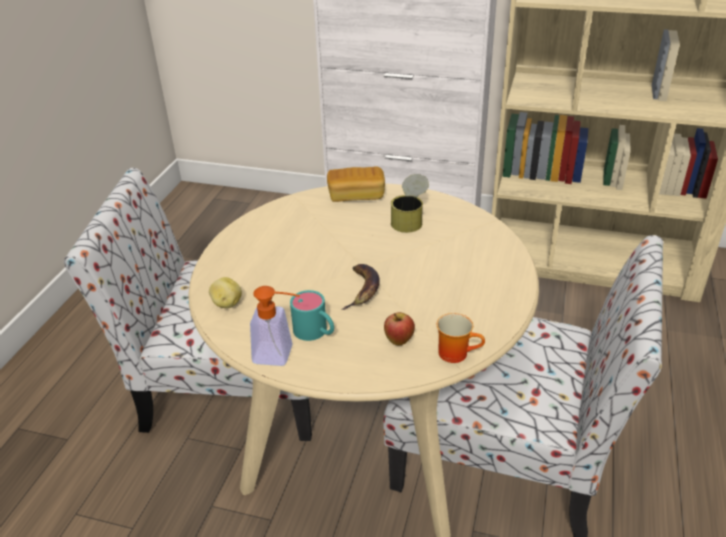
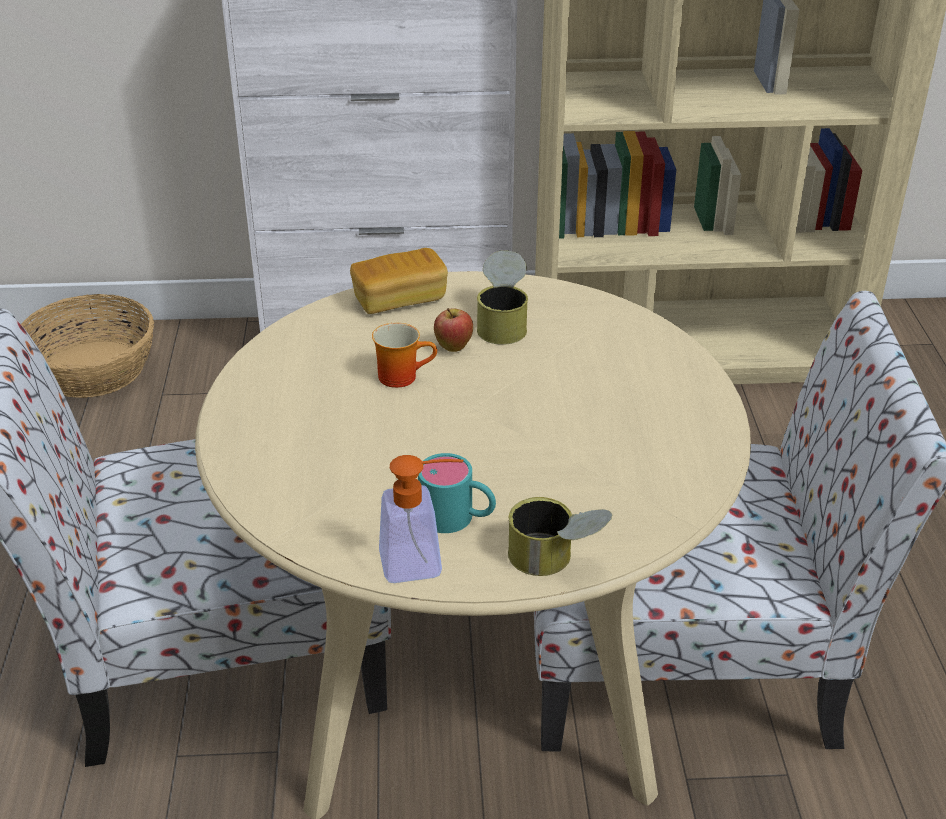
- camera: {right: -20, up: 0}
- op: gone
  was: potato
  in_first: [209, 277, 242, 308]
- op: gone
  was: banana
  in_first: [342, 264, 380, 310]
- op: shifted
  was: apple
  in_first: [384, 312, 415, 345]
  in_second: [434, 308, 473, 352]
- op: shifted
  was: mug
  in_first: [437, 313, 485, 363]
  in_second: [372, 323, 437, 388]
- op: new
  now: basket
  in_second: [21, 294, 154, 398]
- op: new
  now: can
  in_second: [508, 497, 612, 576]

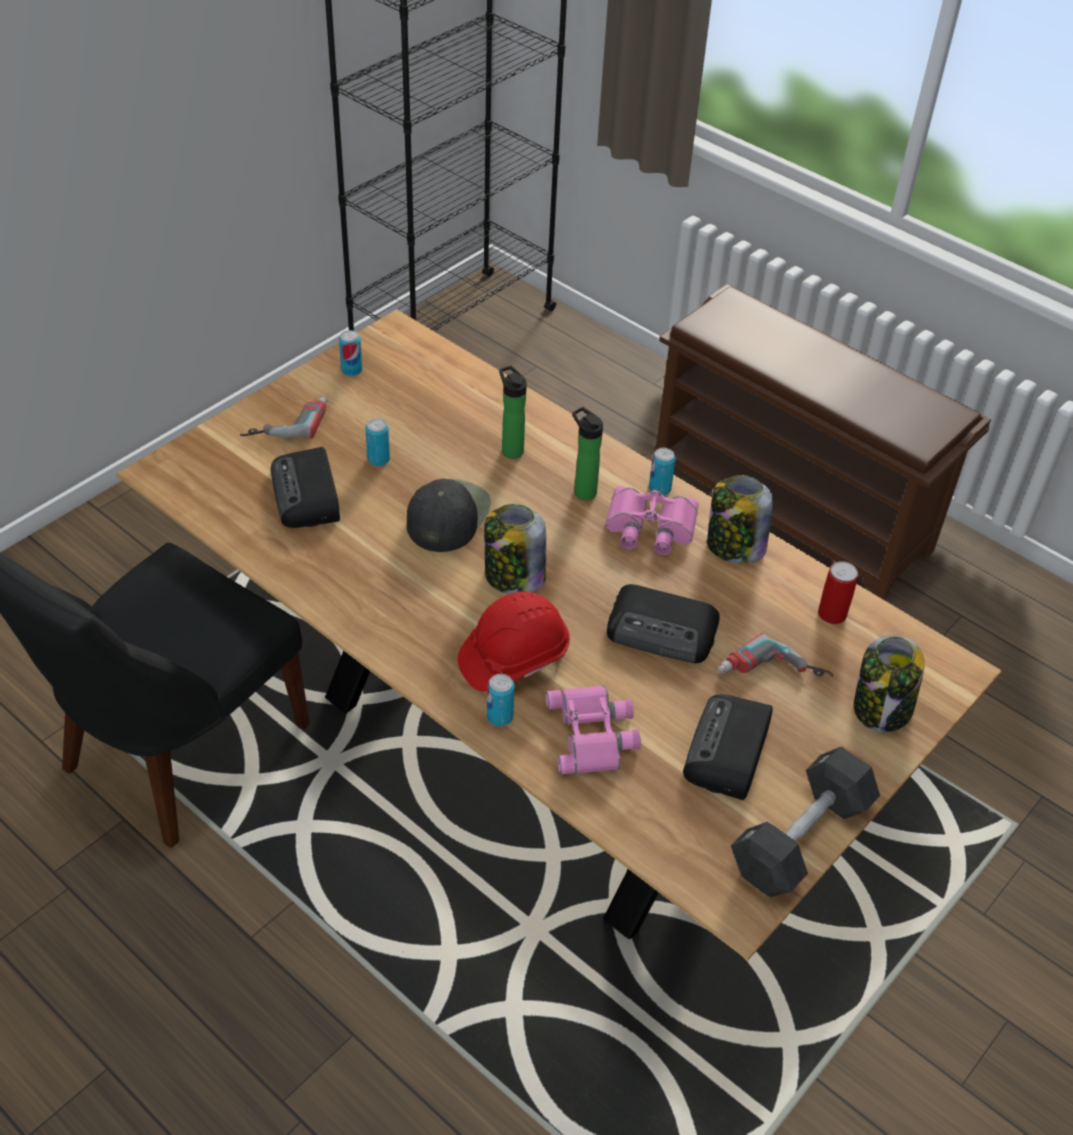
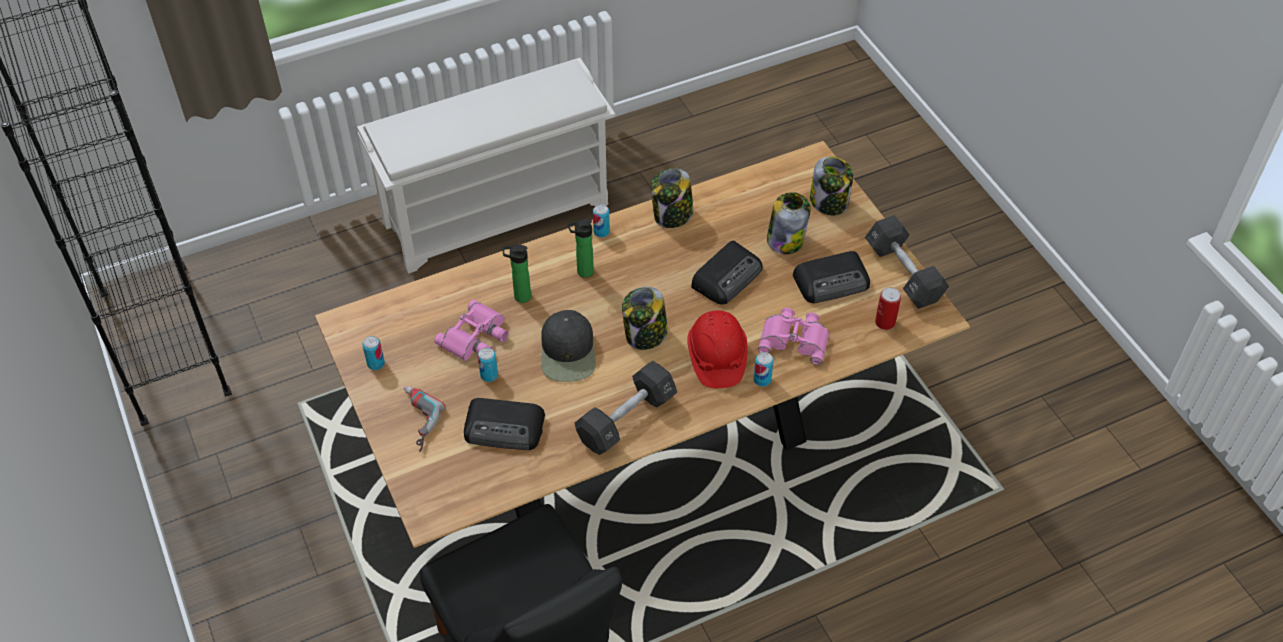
- camera: {right: -65, up: 5}
- op: rotated
  was: black cap
  in_first: [407, 479, 491, 552]
  in_second: [541, 310, 596, 382]
  clockwise: -135
- op: shifted
  was: pink binoculars
  in_first: [605, 486, 699, 555]
  in_second: [434, 299, 509, 361]
- op: repainted
  was: brown shoe rack
  now: white shoe rack
  in_first: [655, 284, 991, 600]
  in_second: [357, 58, 615, 274]
- op: rotated
  was: radio
  in_first: [683, 694, 773, 800]
  in_second: [793, 251, 870, 303]
  clockwise: -60
- op: swapped
  was: power drill
  now: jar
  in_first: [718, 632, 834, 677]
  in_second: [767, 192, 811, 254]
- op: shifted
  was: can
  in_first: [818, 561, 858, 624]
  in_second: [875, 287, 901, 330]
- op: new
  now: black dumbbell
  in_second: [575, 361, 677, 455]

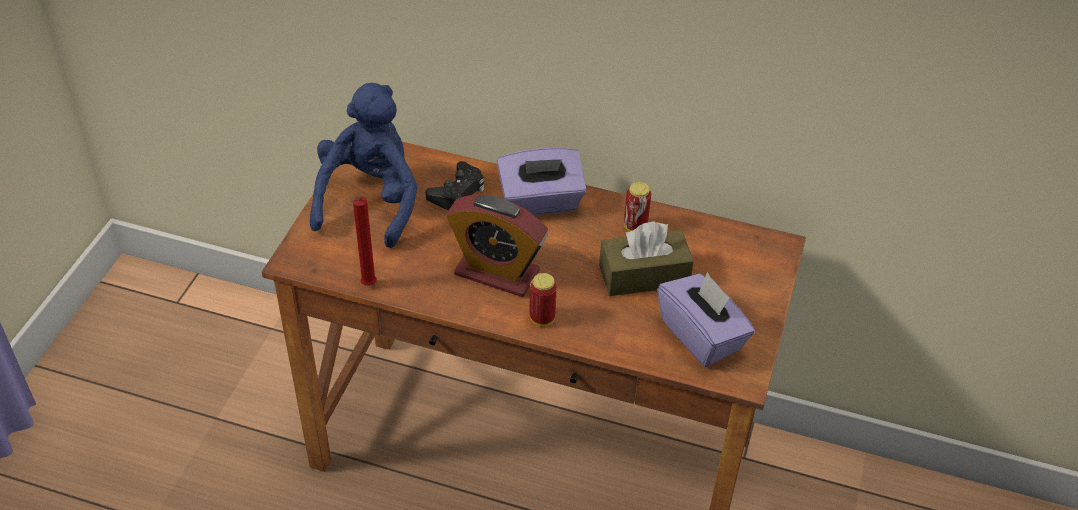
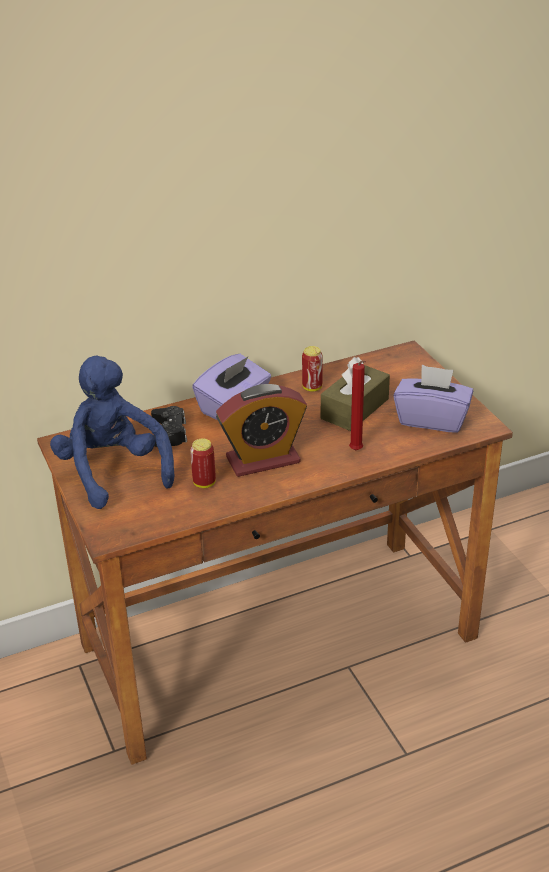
- camera: {right: -40, up: -10}
- op: shifted
  was: red candle
  in_first: [353, 196, 377, 286]
  in_second: [349, 361, 366, 450]
- op: shifted
  was: can
  in_first: [529, 273, 557, 326]
  in_second: [190, 439, 216, 488]

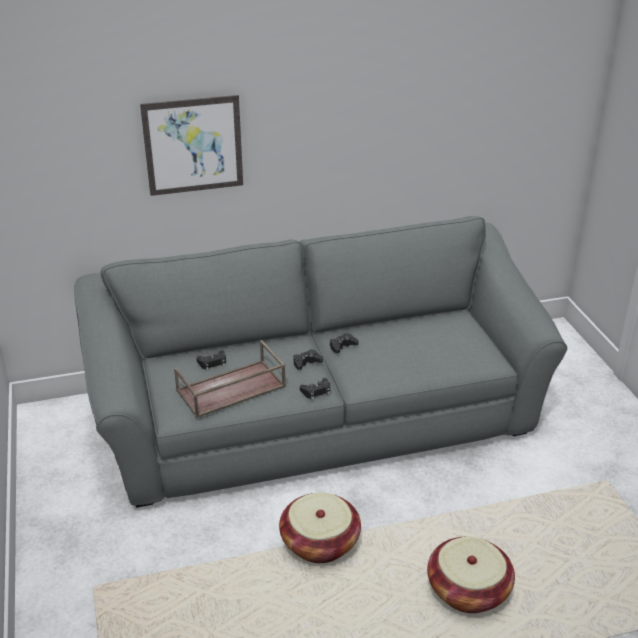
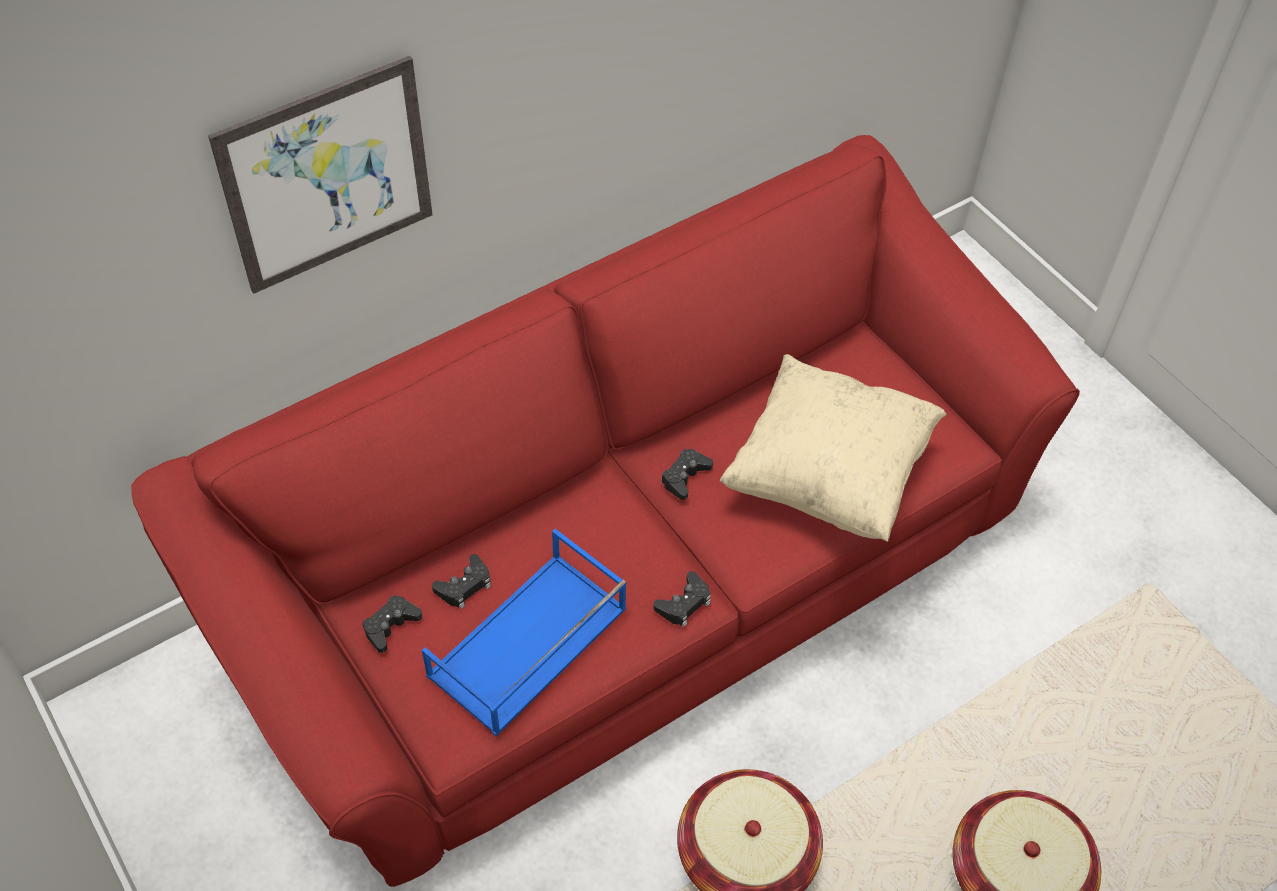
- camera: {right: -20, up: 20}
- op: repainted
  was: grey sofa
  now: red sofa
  in_first: [74, 216, 567, 507]
  in_second: [131, 135, 1080, 887]
- op: repainted
  was: brown tray
  now: blue tray
  in_first: [174, 340, 286, 418]
  in_second: [422, 529, 626, 736]
- op: shifted
  was: black game controller
  in_first: [293, 349, 323, 370]
  in_second: [362, 595, 422, 653]
- op: new
  now: beige pillow
  in_second: [720, 354, 947, 542]

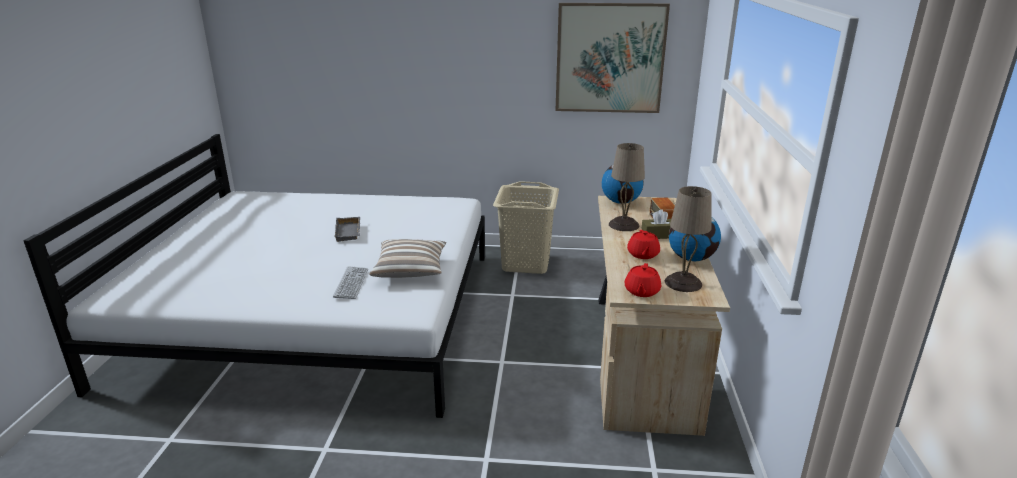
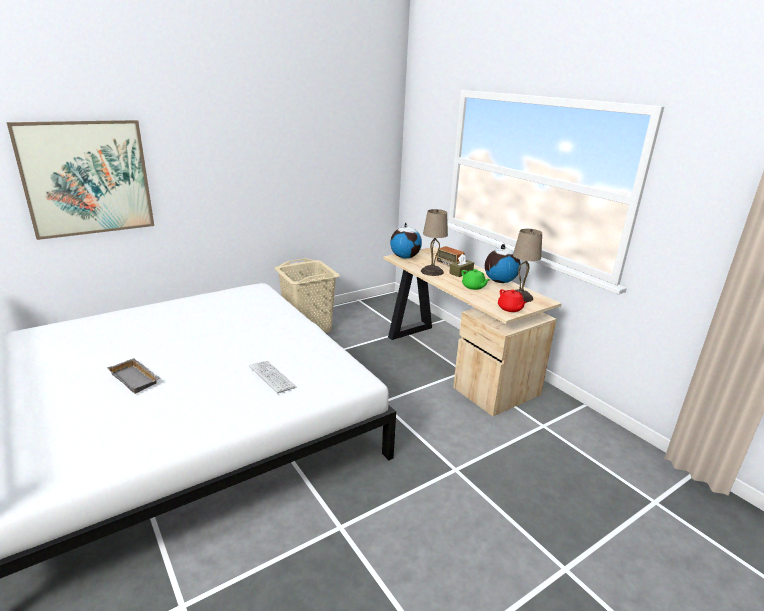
- camera: {right: -40, up: 0}
- op: shifted
  was: grey tray
  in_first: [334, 217, 360, 242]
  in_second: [107, 358, 161, 394]
- op: gone
  was: pillow
  in_first: [369, 239, 446, 278]
- op: shifted
  was: picture
  in_first: [555, 3, 670, 113]
  in_second: [7, 120, 154, 240]
- op: repainted
  was: red teapot
  now: green teapot
  in_first: [627, 230, 660, 259]
  in_second: [462, 269, 490, 290]

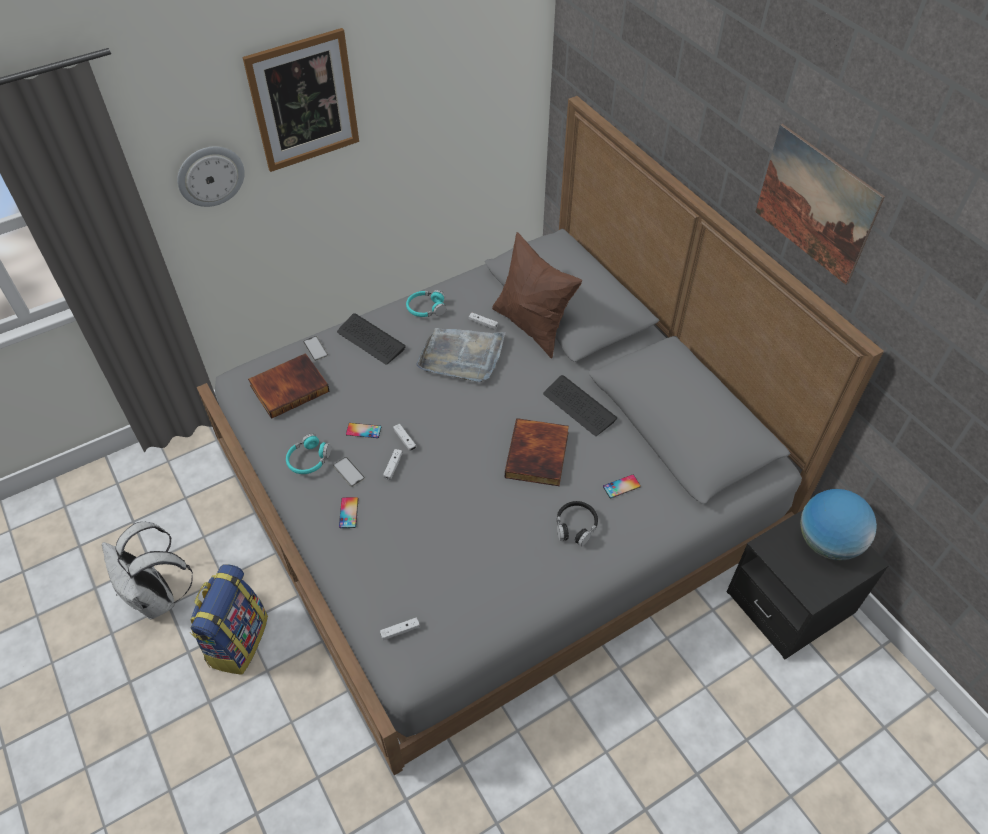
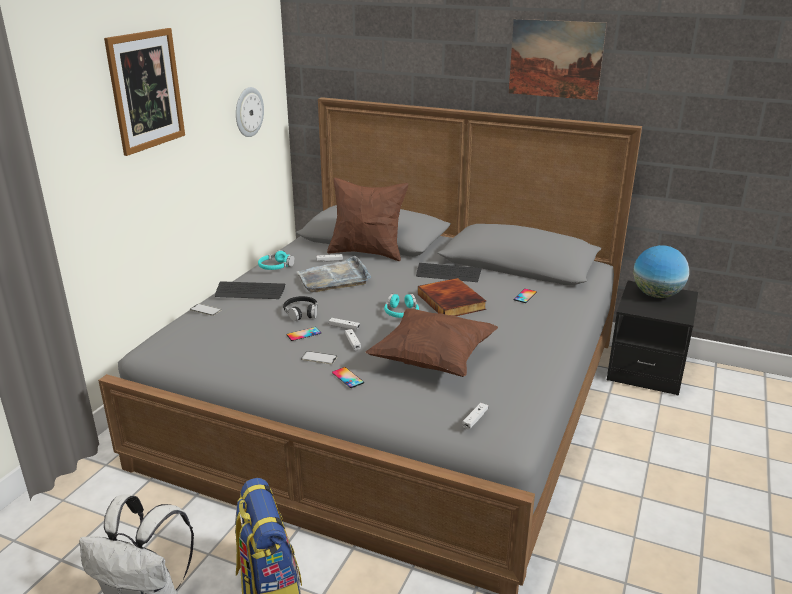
- camera: {right: -35, up: -25}
- op: shifted
  was: wall clock
  in_first: [177, 146, 245, 207]
  in_second: [236, 87, 264, 137]
- op: gone
  was: book
  in_first: [248, 353, 330, 419]
- op: shifted
  was: turquoise headphones
  in_first: [286, 434, 331, 474]
  in_second: [384, 294, 419, 318]
- op: shifted
  was: black headphones
  in_first: [557, 501, 598, 546]
  in_second: [283, 296, 318, 321]
- op: new
  now: brown pillow
  in_second: [365, 309, 498, 377]

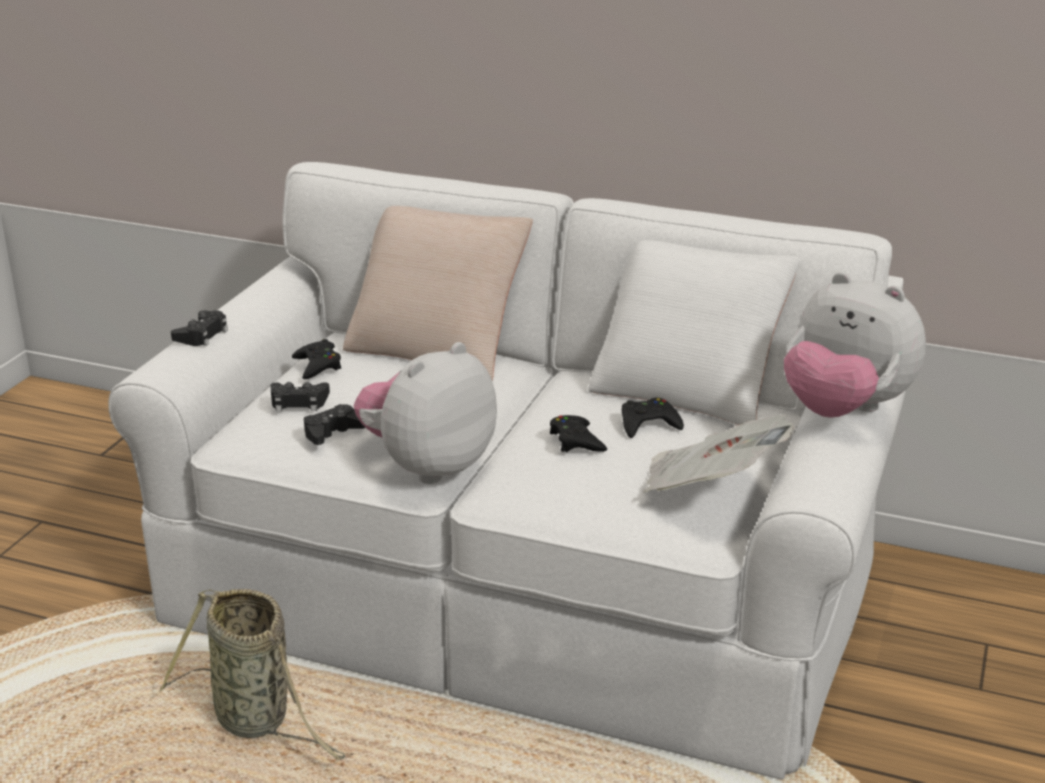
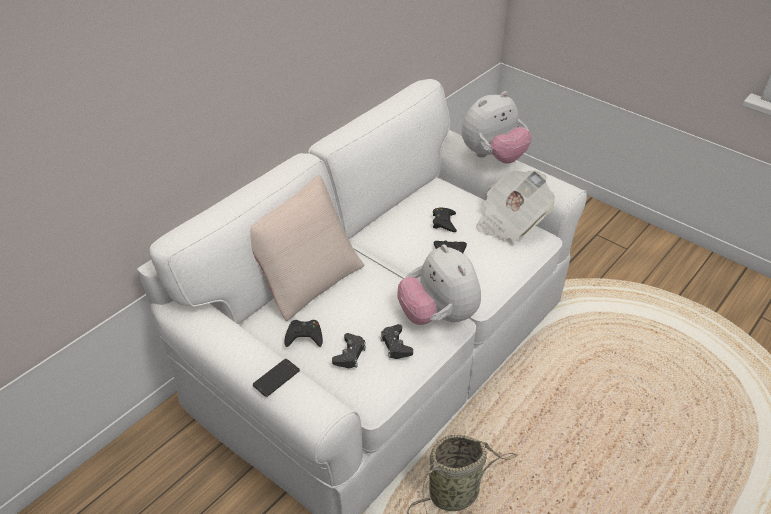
- camera: {right: -70, up: 15}
- op: swapped
  was: black game controller
  now: phone
  in_first: [171, 310, 228, 346]
  in_second: [253, 359, 300, 397]
- op: gone
  was: white pillow
  in_first: [588, 240, 800, 425]

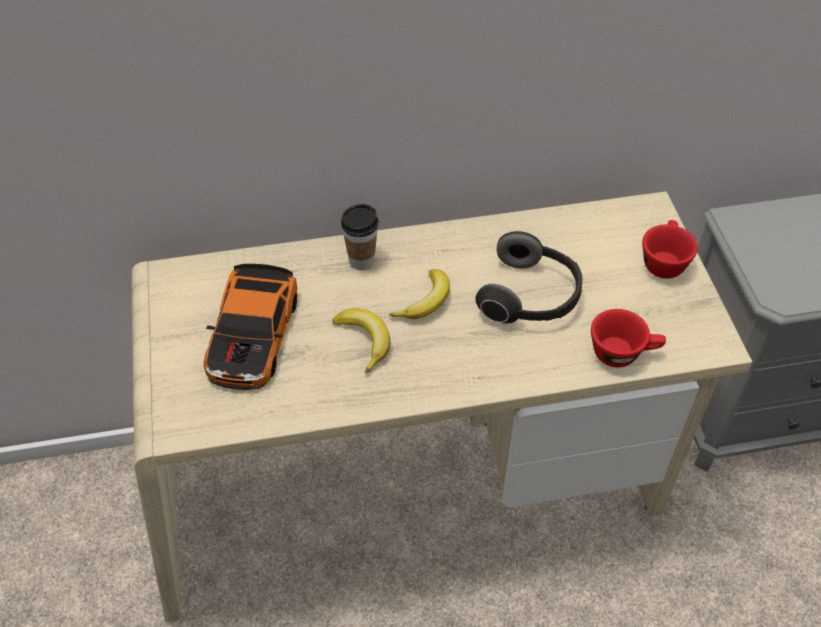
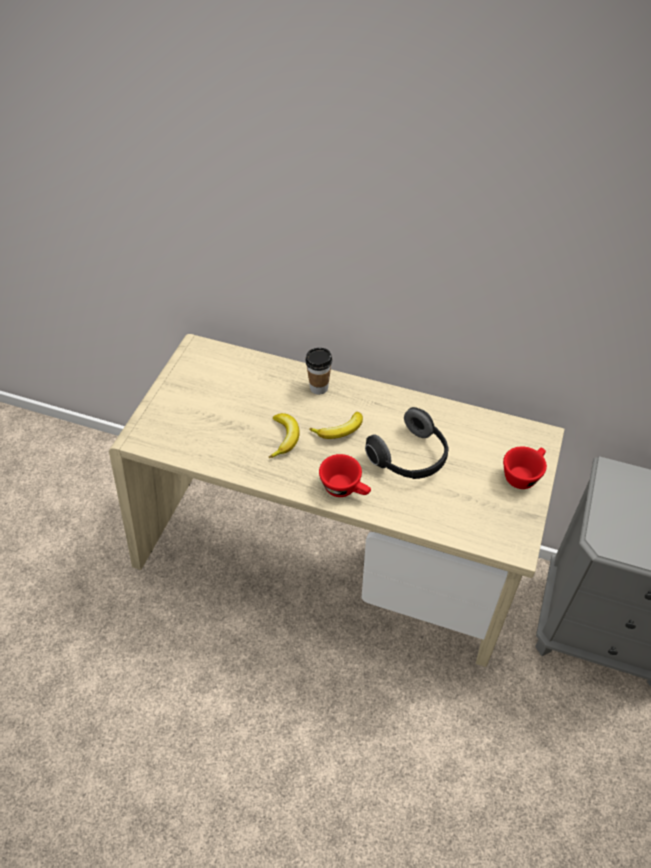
- camera: {right: 30, up: 0}
- op: gone
  was: toy car
  in_first: [204, 264, 297, 390]
- op: shifted
  was: red cup
  in_first: [591, 309, 666, 367]
  in_second: [319, 454, 371, 497]

